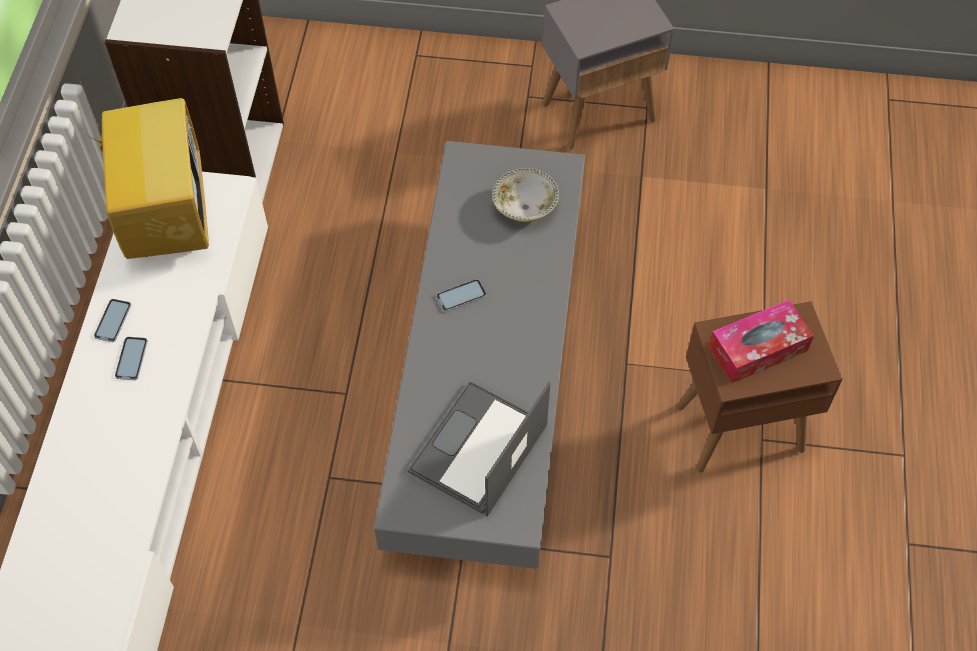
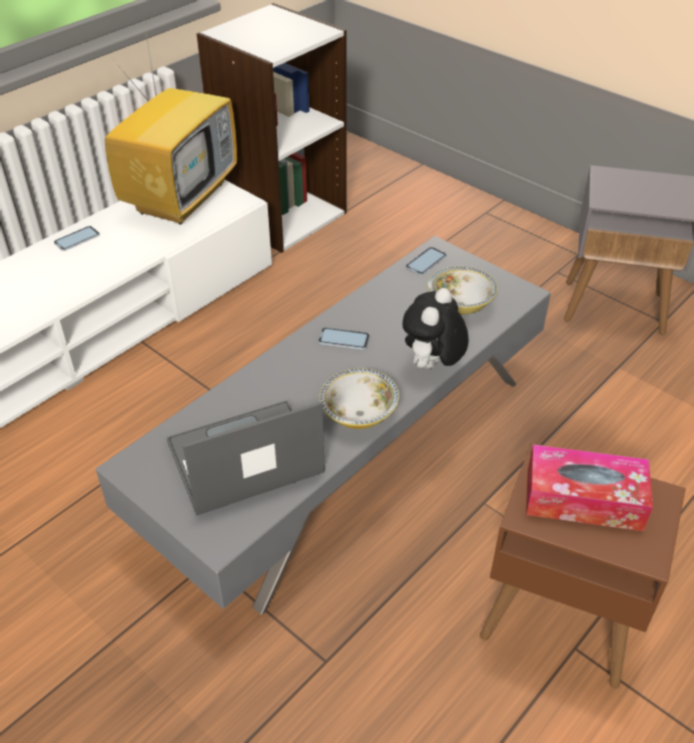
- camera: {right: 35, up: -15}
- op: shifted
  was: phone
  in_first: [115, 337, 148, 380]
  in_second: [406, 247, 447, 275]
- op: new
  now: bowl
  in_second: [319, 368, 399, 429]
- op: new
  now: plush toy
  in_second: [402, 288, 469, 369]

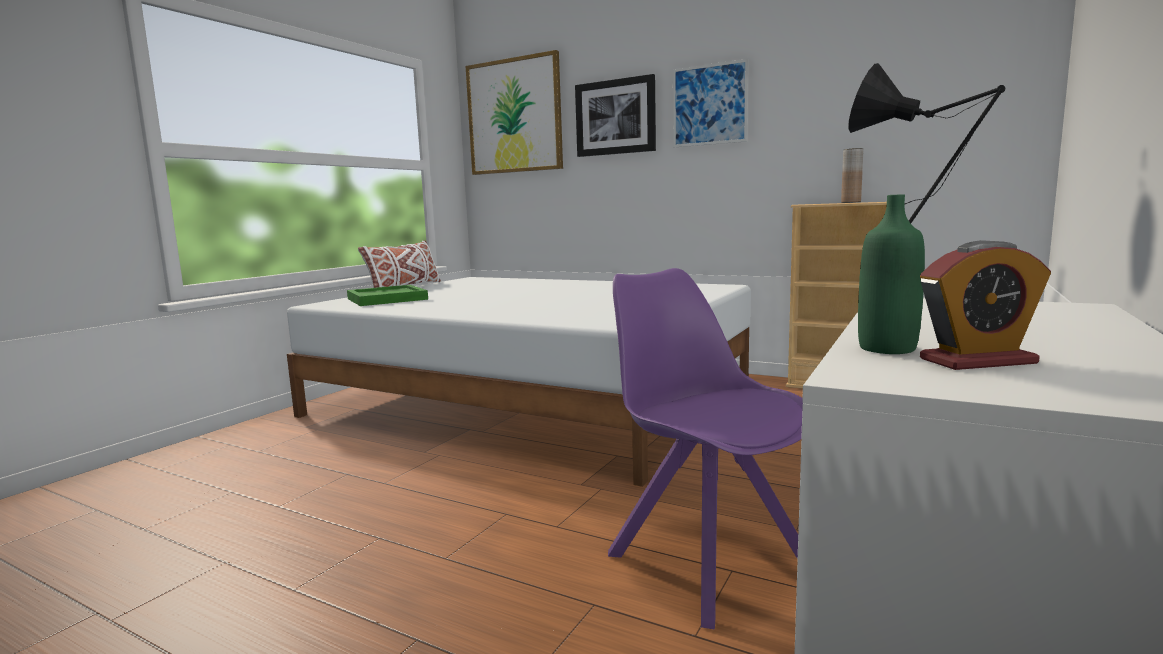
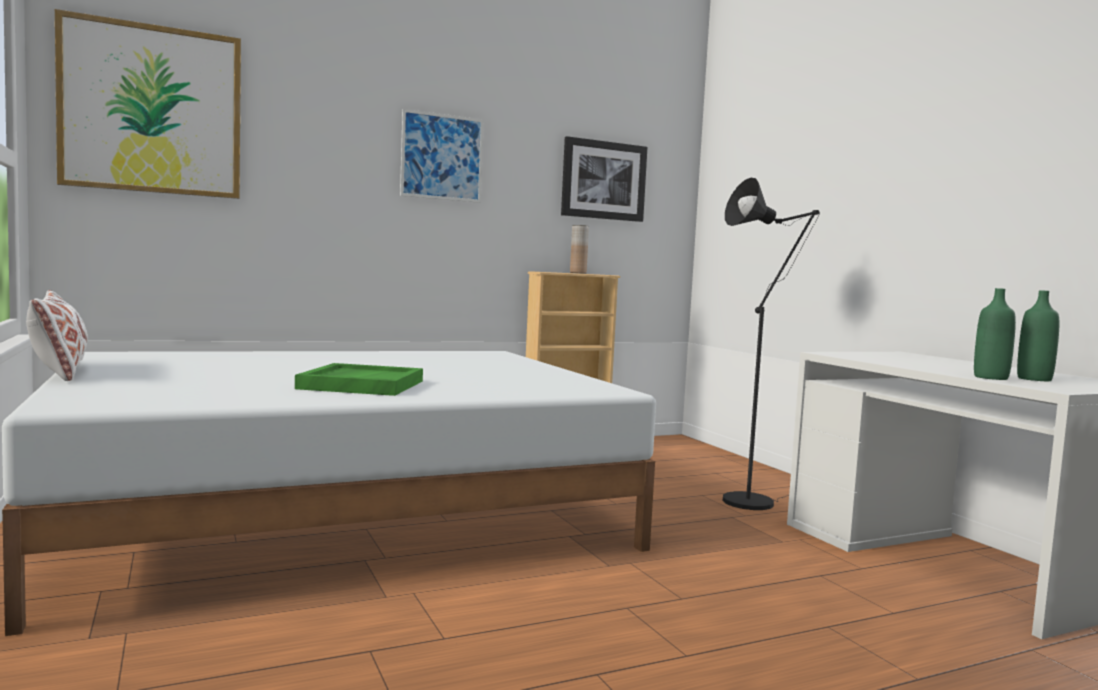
- camera: {right: -55, up: -5}
- op: shifted
  was: green tray
  in_first: [347, 285, 428, 306]
  in_second: [295, 363, 423, 396]
- op: shifted
  was: picture
  in_first: [575, 74, 656, 157]
  in_second: [561, 136, 648, 222]
- op: gone
  was: purple chair
  in_first: [608, 268, 803, 630]
- op: swapped
  was: alarm clock
  now: green bottle
  in_first: [920, 240, 1051, 370]
  in_second: [1017, 290, 1059, 381]

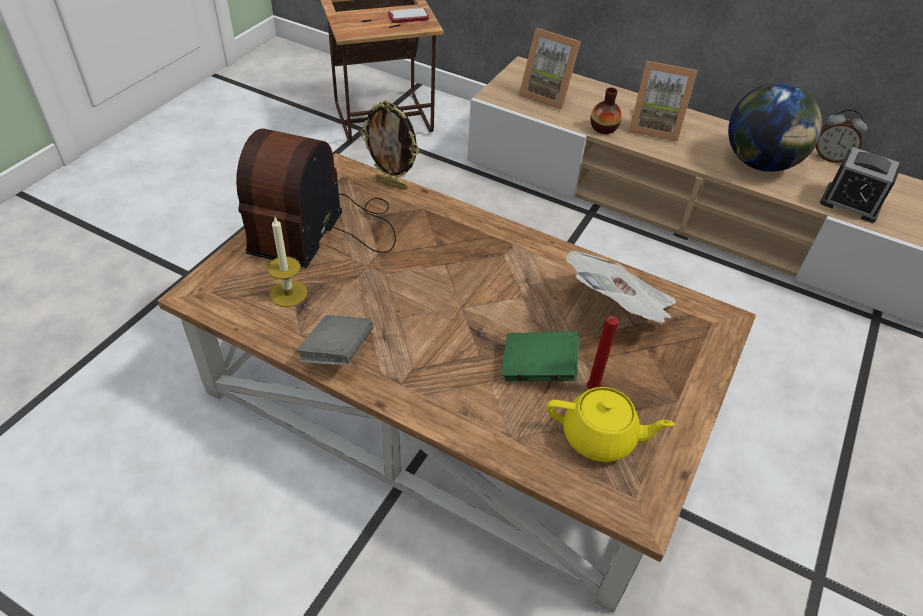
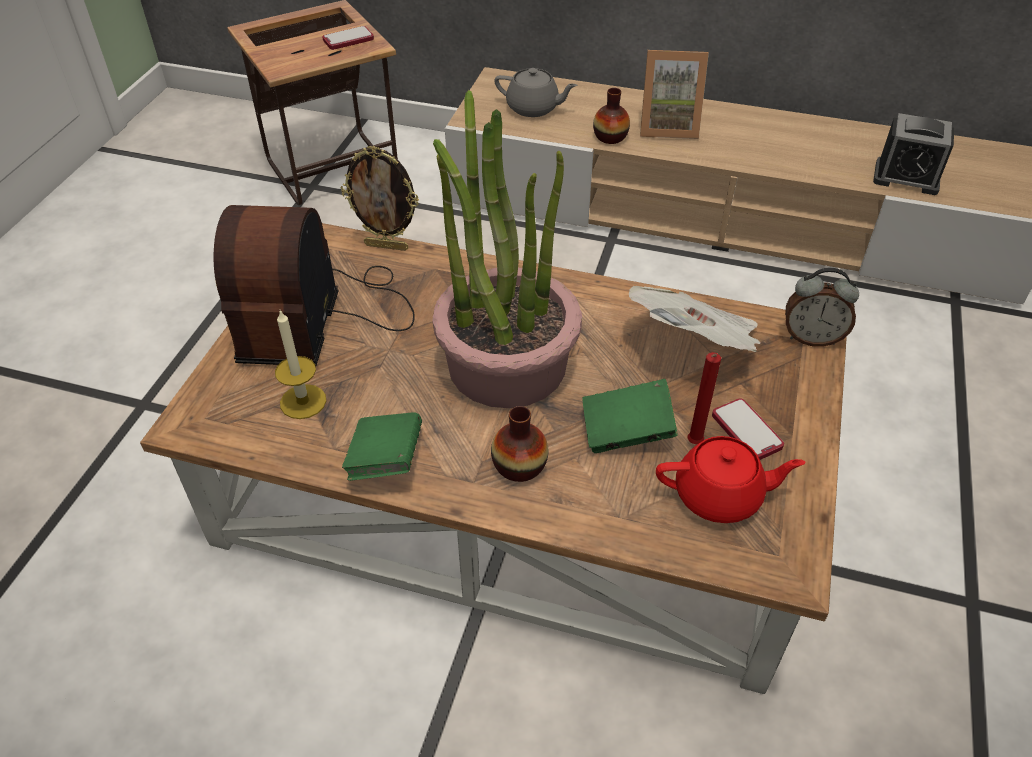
- camera: {right: -10, up: 0}
- op: repainted
  was: grey book
  now: green book
  in_first: [296, 315, 374, 365]
  in_second: [342, 412, 422, 481]
- op: swapped
  was: picture frame
  now: grey teapot
  in_first: [519, 28, 581, 110]
  in_second: [494, 68, 577, 117]
- op: repainted
  was: yellow teapot
  now: red teapot
  in_first: [547, 387, 675, 462]
  in_second: [656, 436, 805, 523]
- op: gone
  was: globe
  in_first: [728, 83, 822, 172]
- op: shifted
  was: alarm clock
  in_first: [816, 109, 867, 163]
  in_second: [785, 268, 859, 347]
- op: new
  now: potted plant
  in_second: [433, 90, 582, 408]
- op: new
  now: vase
  in_second: [491, 406, 549, 482]
- op: new
  now: phone
  in_second: [712, 398, 784, 460]

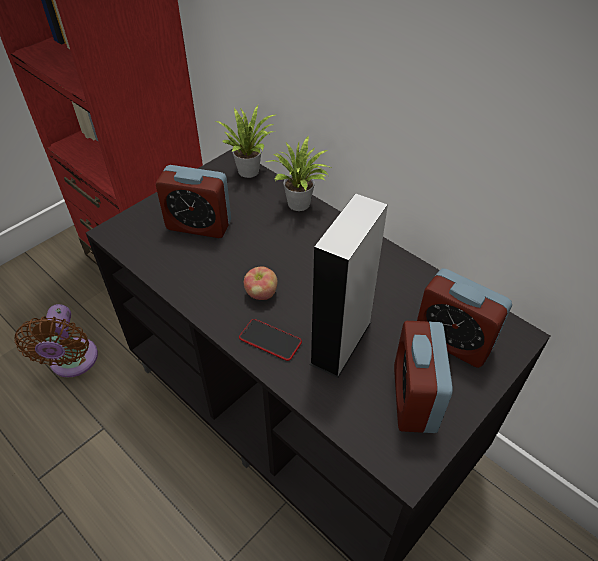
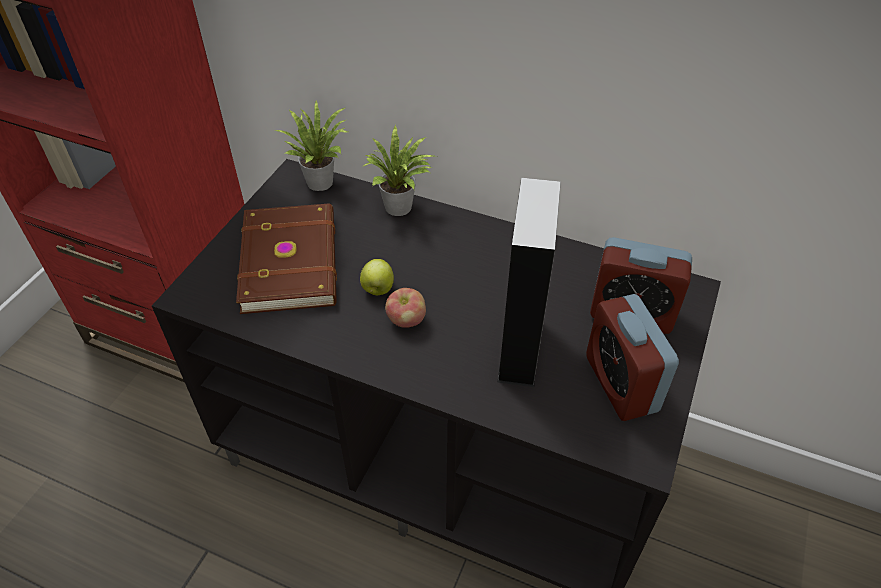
- camera: {right: -20, up: 0}
- op: gone
  was: brown fan
  in_first: [14, 304, 98, 377]
- op: swapped
  was: alarm clock
  now: brown book
  in_first: [156, 165, 231, 238]
  in_second: [236, 204, 337, 314]
- op: gone
  was: phone
  in_first: [239, 319, 302, 361]
- op: new
  now: apple
  in_second: [360, 259, 394, 295]

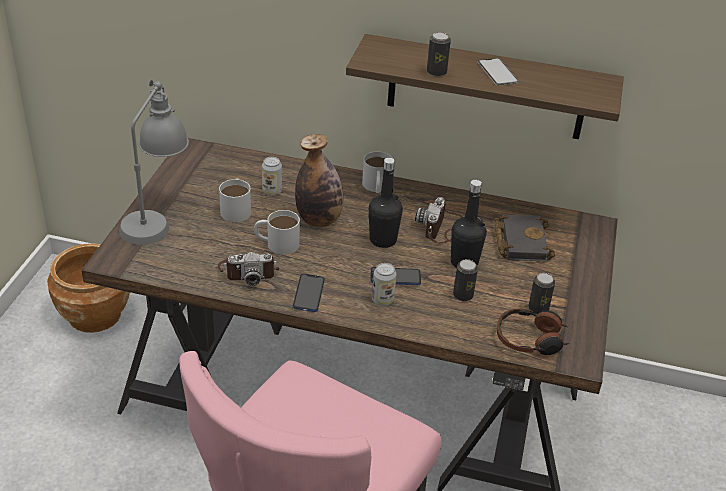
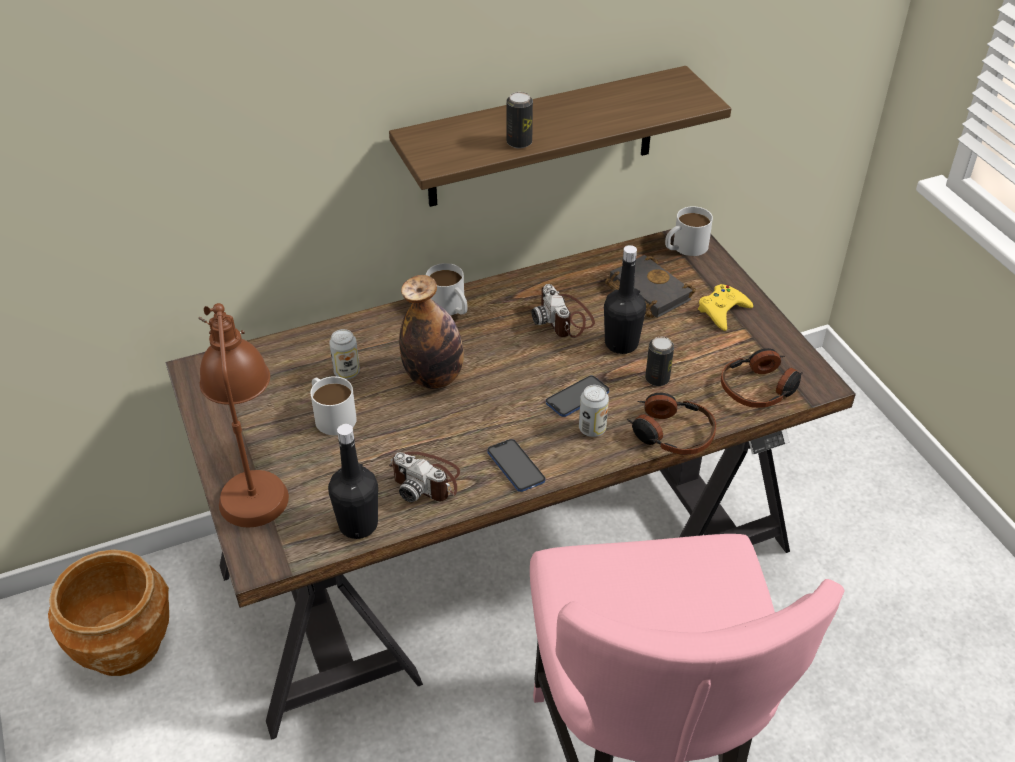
- camera: {right: -35, up: 5}
- op: repainted
  was: grey table lamp
  now: brown table lamp
  in_first: [119, 80, 189, 245]
  in_second: [198, 303, 289, 528]
- op: rotated
  was: photo camera
  in_first: [218, 252, 279, 286]
  in_second: [389, 452, 460, 502]
  clockwise: 75
- op: shifted
  was: white mug
  in_first: [254, 210, 300, 255]
  in_second: [665, 206, 713, 256]
- op: shifted
  was: black bottle
  in_first: [369, 158, 403, 248]
  in_second: [328, 424, 378, 539]
- op: gone
  was: phone
  in_first: [478, 58, 519, 86]
- op: gone
  was: can
  in_first: [528, 273, 555, 314]
- op: new
  now: headphones
  in_second: [627, 393, 716, 455]
- op: new
  now: yellow game controller
  in_second: [698, 284, 753, 331]

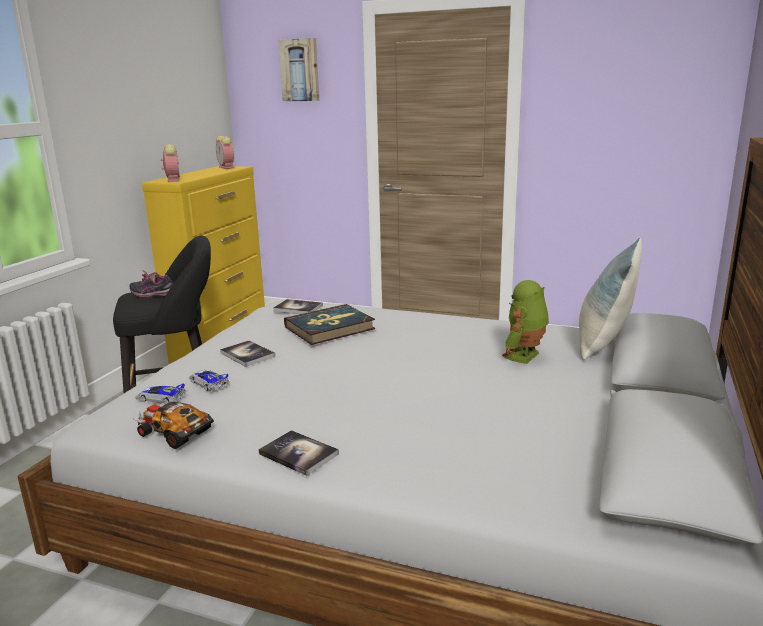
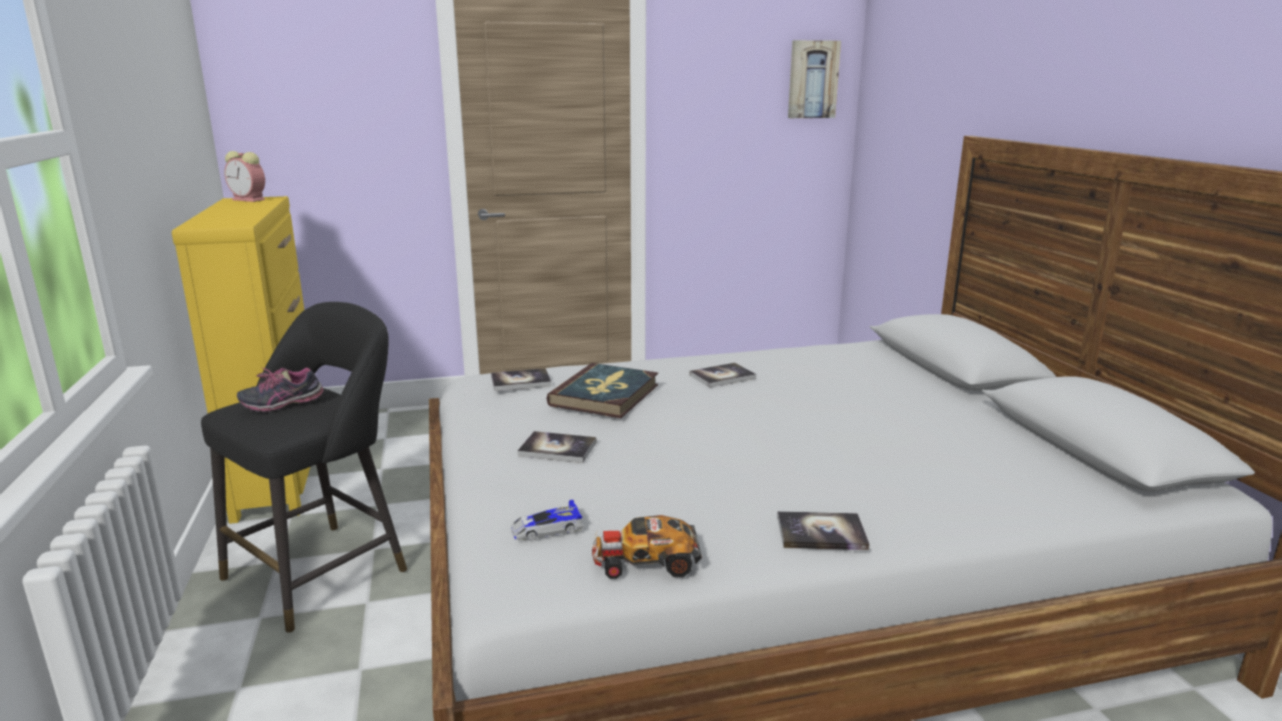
- camera: {right: -35, up: 0}
- op: gone
  was: alarm clock
  in_first: [161, 144, 180, 182]
- op: gone
  was: toy car
  in_first: [189, 370, 230, 392]
- op: shifted
  was: picture
  in_first: [278, 38, 319, 102]
  in_second: [788, 40, 841, 118]
- op: gone
  was: toy robot
  in_first: [502, 280, 549, 364]
- op: gone
  was: pillow
  in_first: [579, 238, 642, 360]
- op: new
  now: book
  in_second: [689, 363, 756, 388]

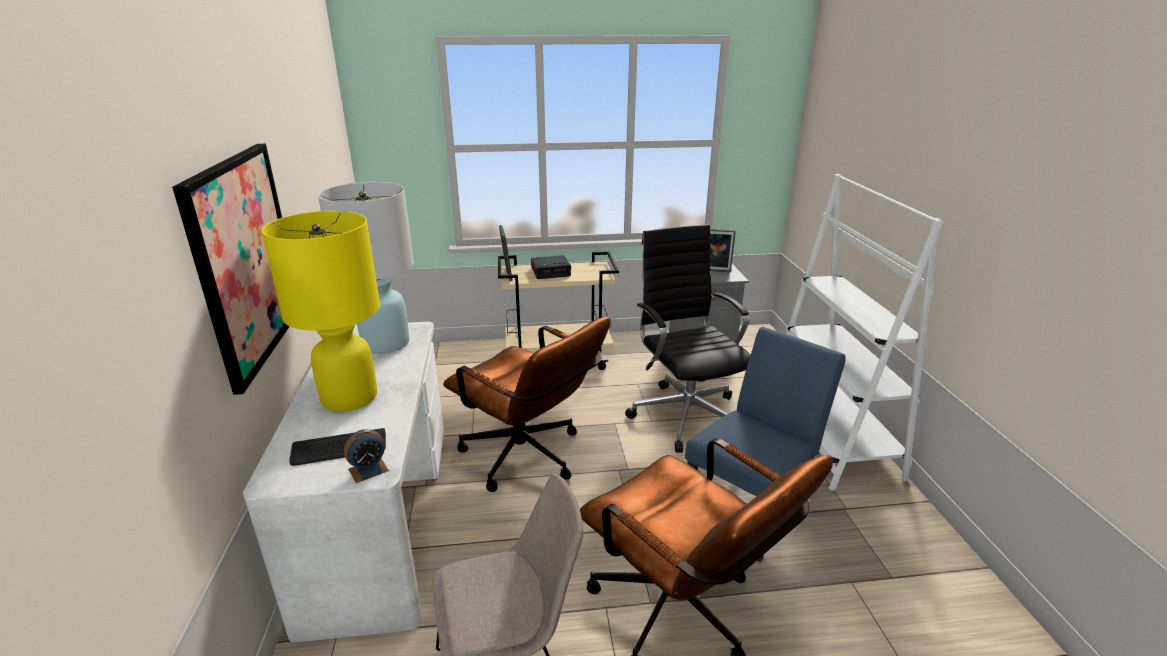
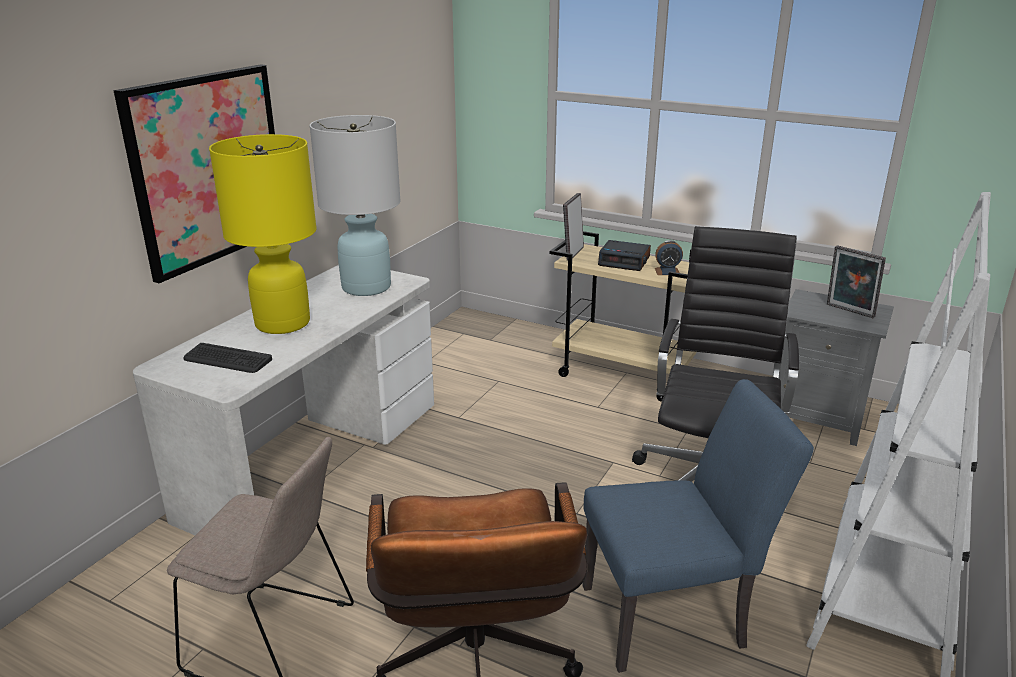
- camera: {right: 35, up: 0}
- op: shifted
  was: alarm clock
  in_first: [344, 429, 389, 483]
  in_second: [655, 240, 683, 275]
- op: gone
  was: brown office chair
  in_first: [443, 317, 611, 492]

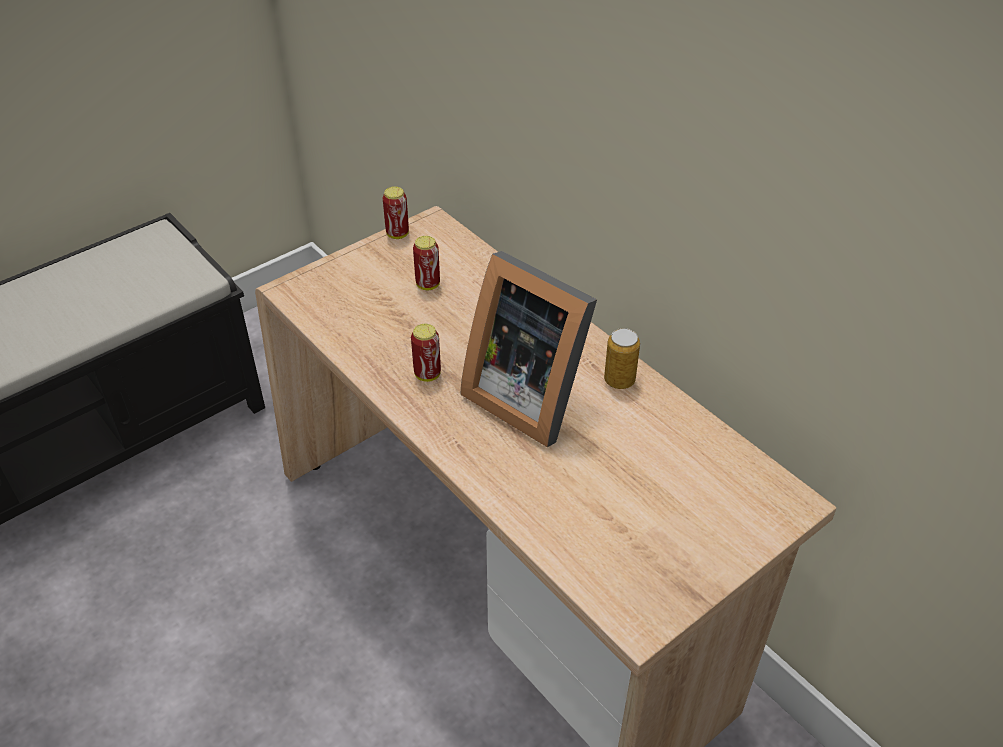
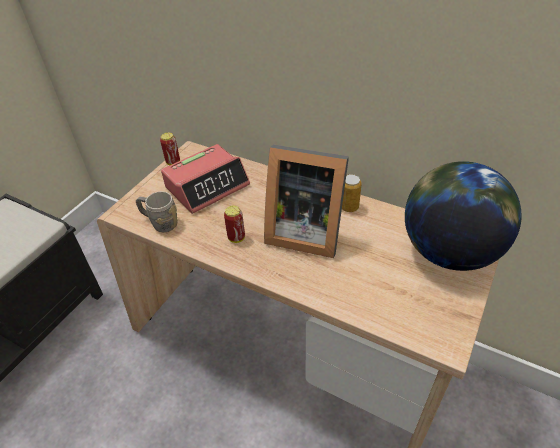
- camera: {right: -20, up: 0}
- op: swapped
  was: can
  now: alarm clock
  in_first: [413, 236, 440, 290]
  in_second: [161, 144, 250, 214]
- op: new
  now: grey mug
  in_second: [136, 191, 178, 232]
- op: new
  now: globe
  in_second: [405, 161, 522, 271]

